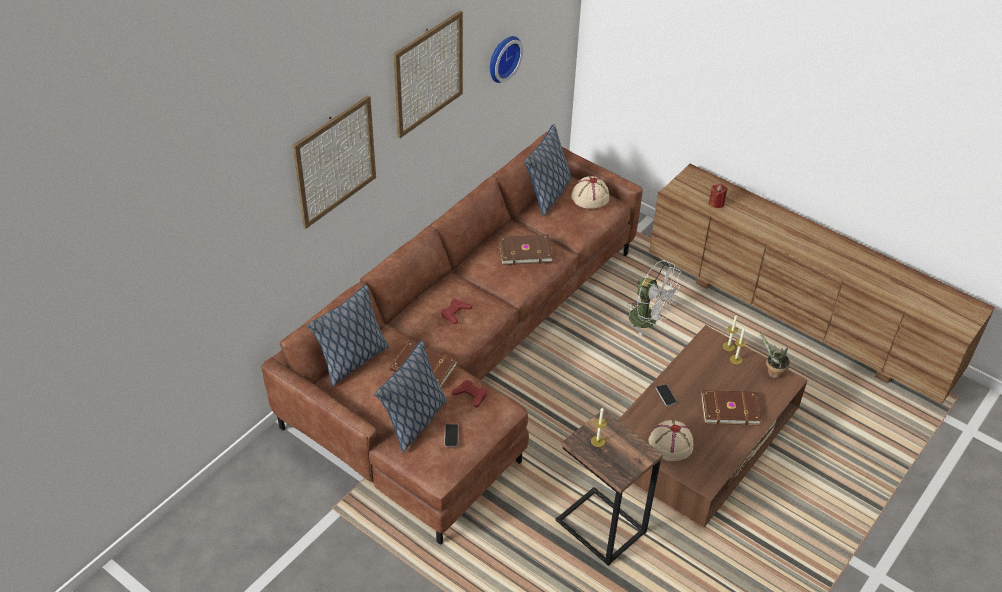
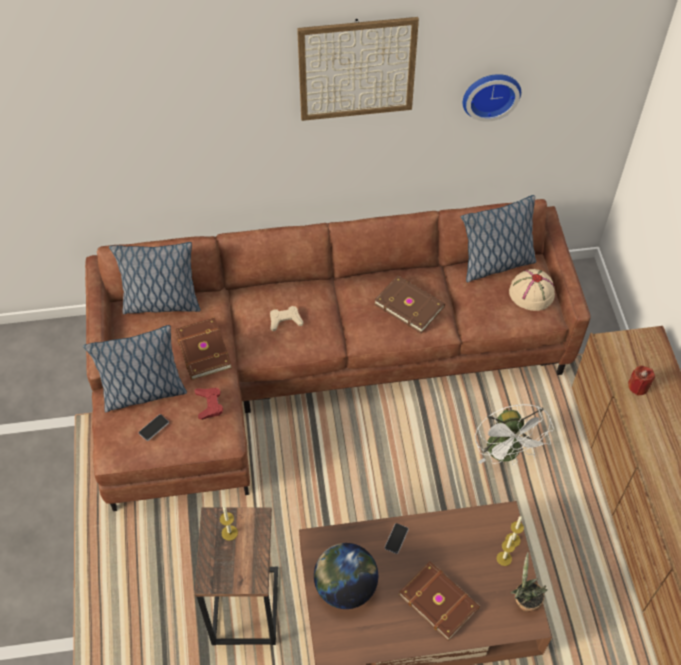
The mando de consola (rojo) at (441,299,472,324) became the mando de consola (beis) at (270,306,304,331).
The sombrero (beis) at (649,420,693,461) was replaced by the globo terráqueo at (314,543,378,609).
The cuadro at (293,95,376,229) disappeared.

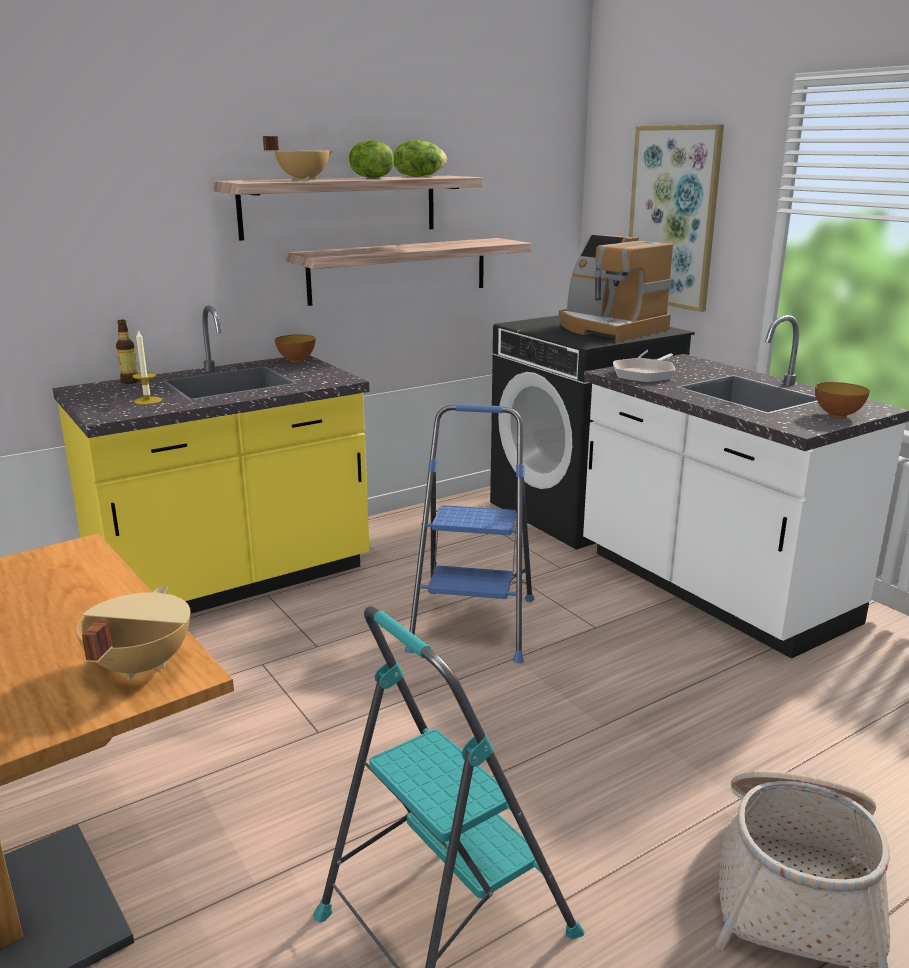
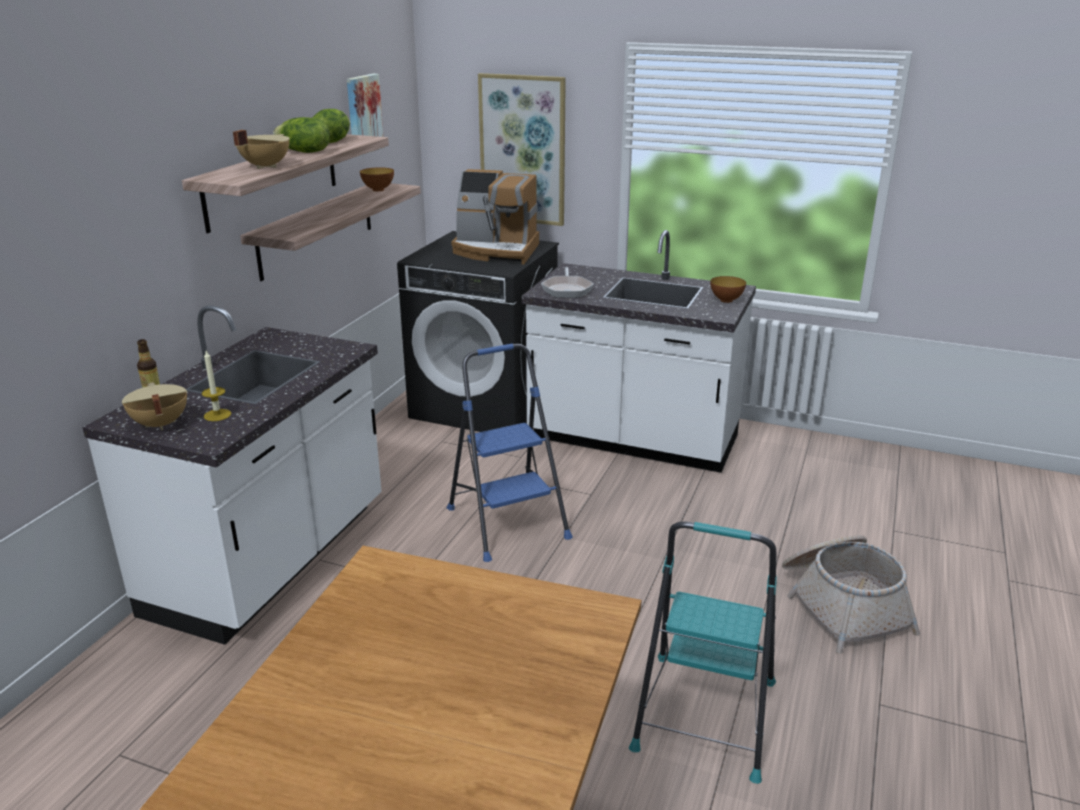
The mueble bajo de cocina (amarillo) at (52,305,369,614) became the mueble bajo de cocina (blanco) at (82,305,382,645).
The olla (beis) moved from (76,586,190,680) to (122,382,187,430).
The cuadro at (347,74,384,156) appeared.
The cuenco moved from (275,335,316,363) to (360,167,394,192).

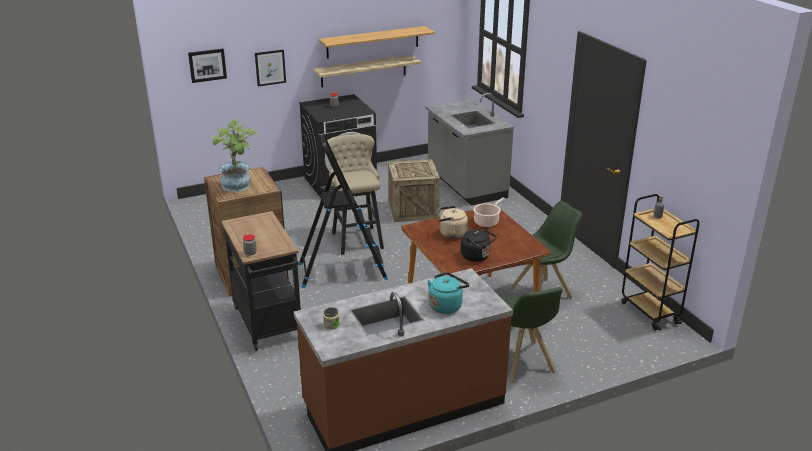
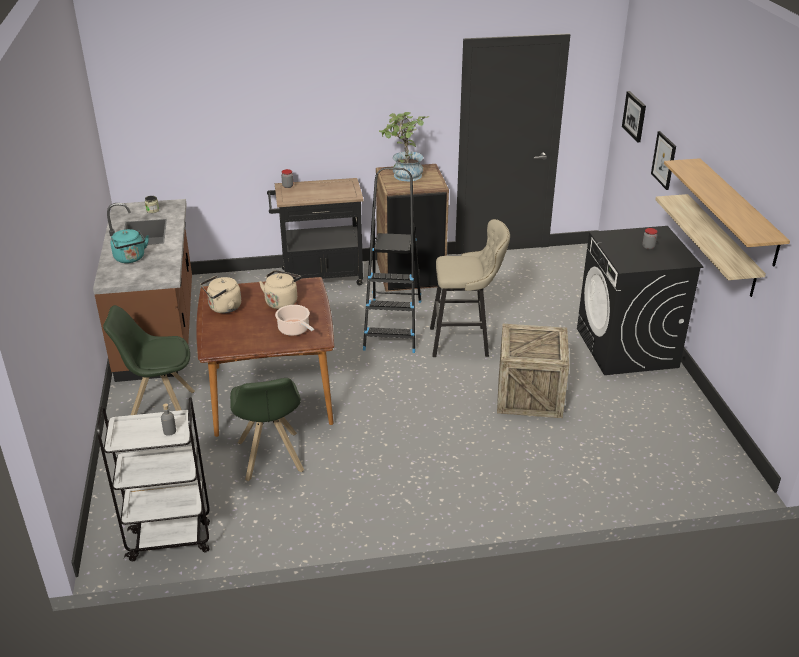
The carrito (marrón) at (621,194,700,331) became the carrito (blanco) at (97,397,210,561).
The hervidor (negro) at (461,229,497,262) became the hervidor (beis) at (200,275,241,313).
The mueble bajo de cocina (gris) at (425,93,514,206) disappeared.

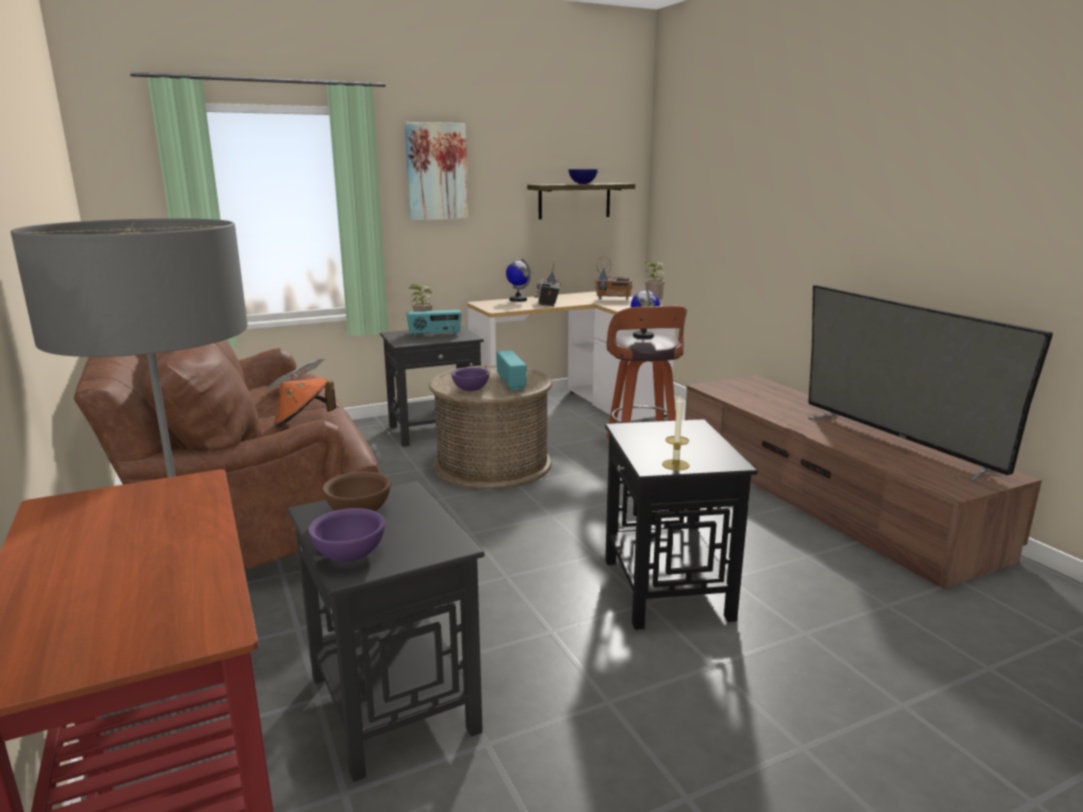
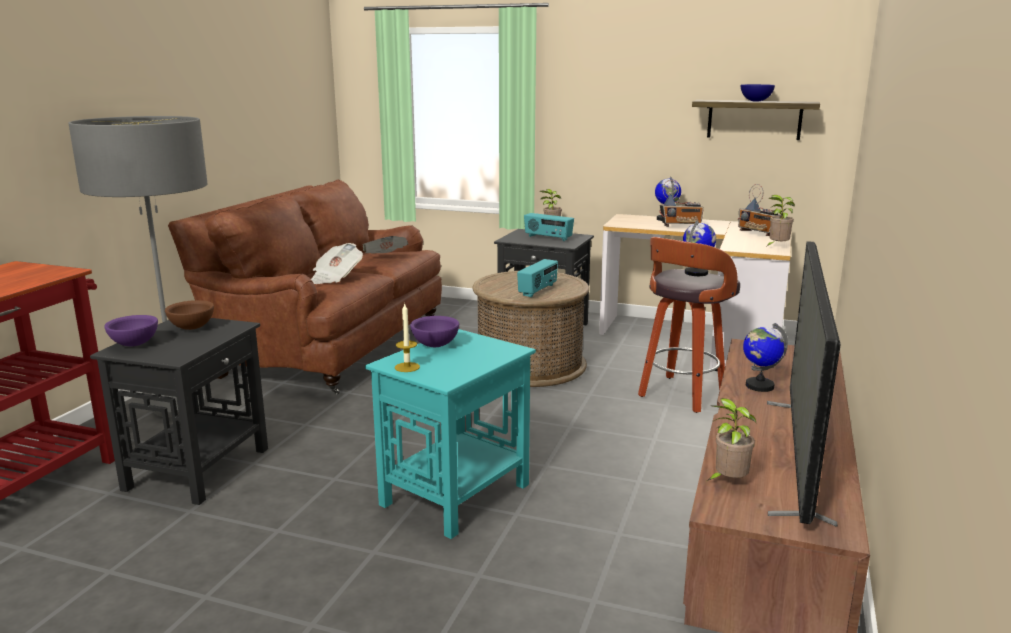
The sombrero (naranja) at (274,378,336,428) was replaced by the periódico at (311,243,363,284).
The mesa auxiliar (negro) at (605,419,758,630) became the mesa auxiliar (turquesa) at (365,329,536,539).
The cuenco (morado) moved from (451,367,490,391) to (410,316,459,347).
The radio at (534,259,561,306) turned 135 degrees counterclockwise.
The planta en maceta at (707,398,757,481) appeared.
The globo terráqueo at (743,323,788,392) appeared.
The cuadro at (404,122,468,221) disappeared.

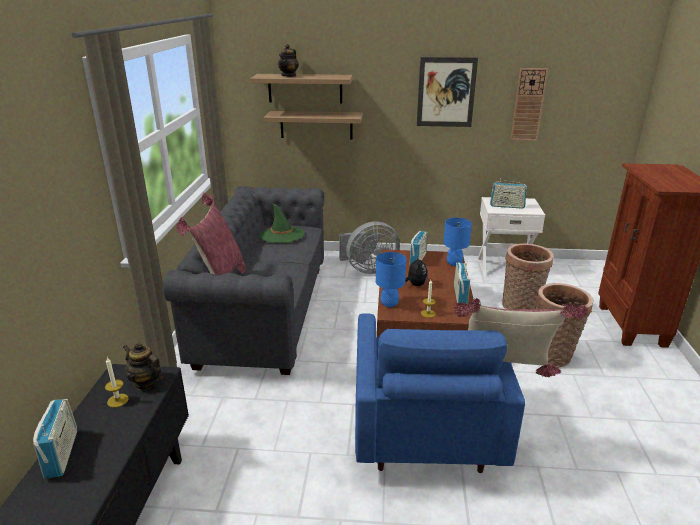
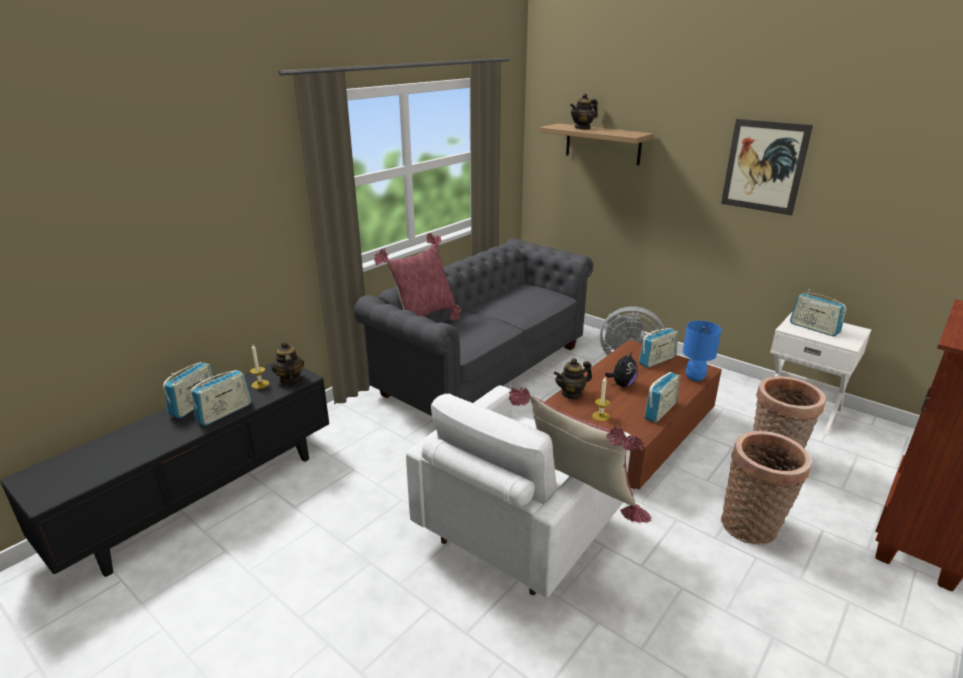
The radio at (191,370,252,426) appeared.
The sillón (azul) at (355,313,525,473) became the sillón (blanco) at (406,385,631,598).
The lámpara de mesa (azul) at (376,252,406,307) was replaced by the tetera at (554,358,592,399).
The sombrero (verde) at (259,203,305,243) disappeared.
The estante at (263,111,363,139) disappeared.
The reloj de pared at (511,68,548,141) disappeared.

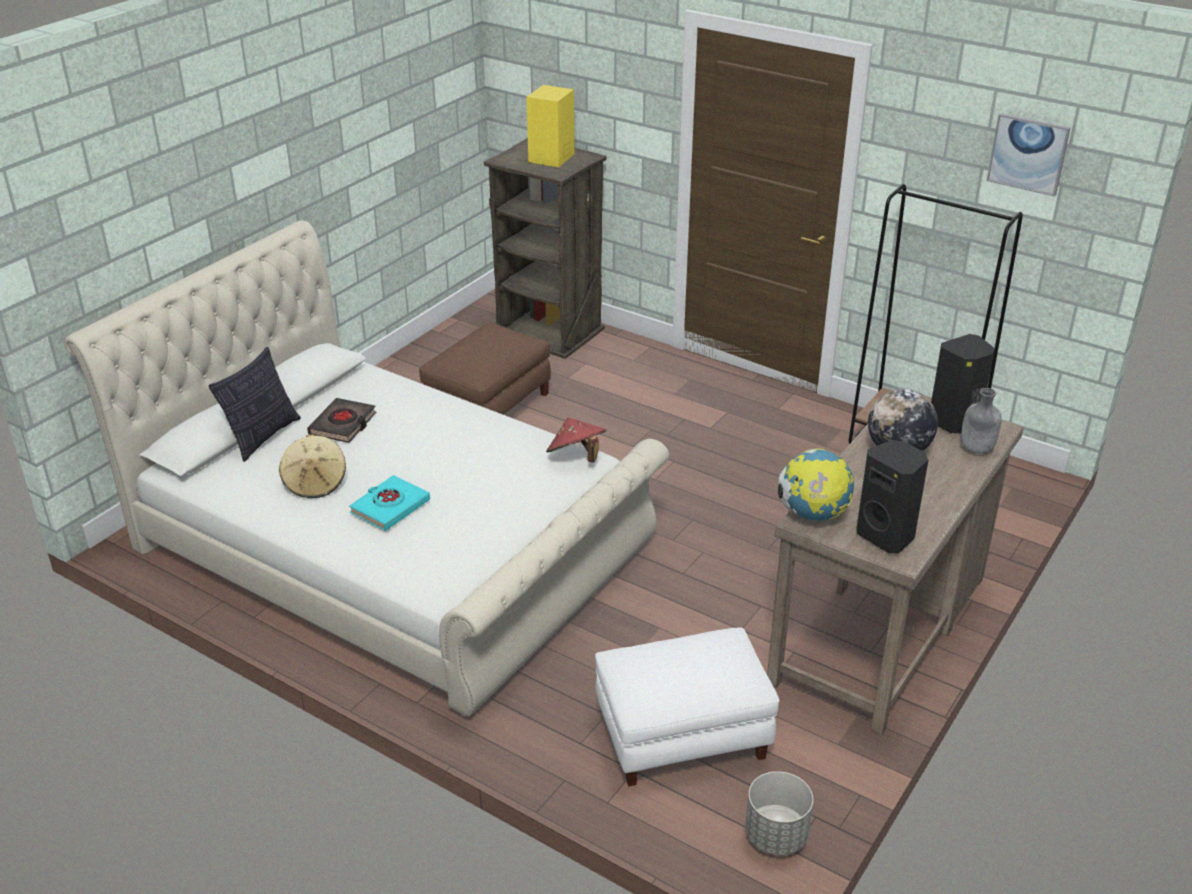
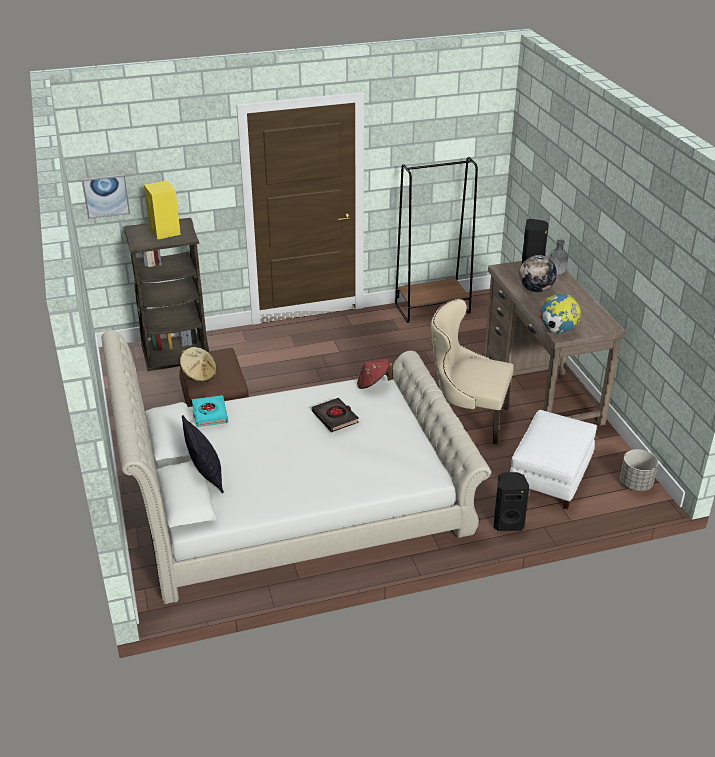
The cuadro moved from (987,113,1071,197) to (82,174,130,219).
The sombrero (beis) moved from (279,434,346,498) to (180,347,217,382).
The libro (turquesa) moved from (349,475,430,531) to (192,395,228,427).
The libro (negro) moved from (307,398,376,443) to (312,398,359,432).
The silla (beis) at (431,299,514,445) appeared.
The altavoz (negro) moved from (857,440,928,553) to (494,472,529,531).

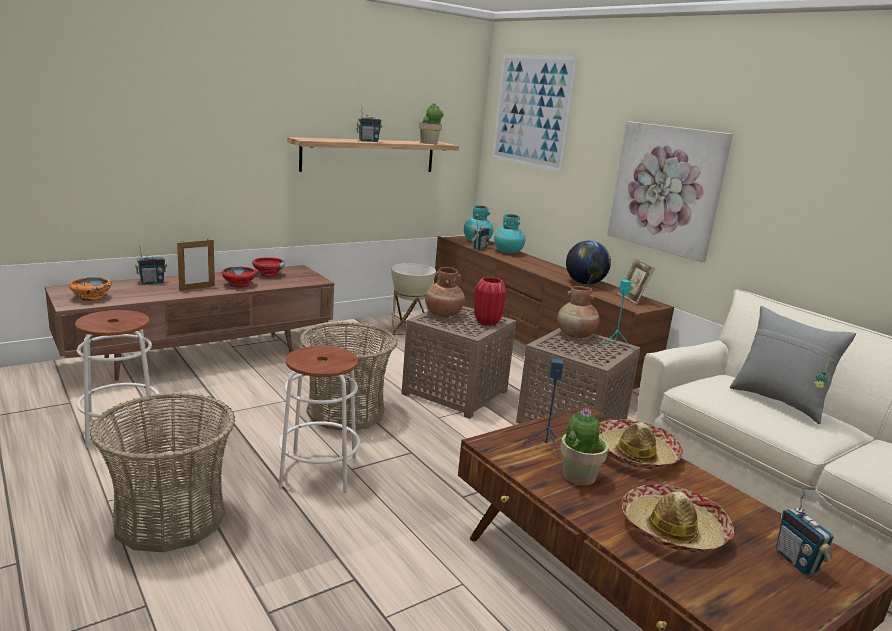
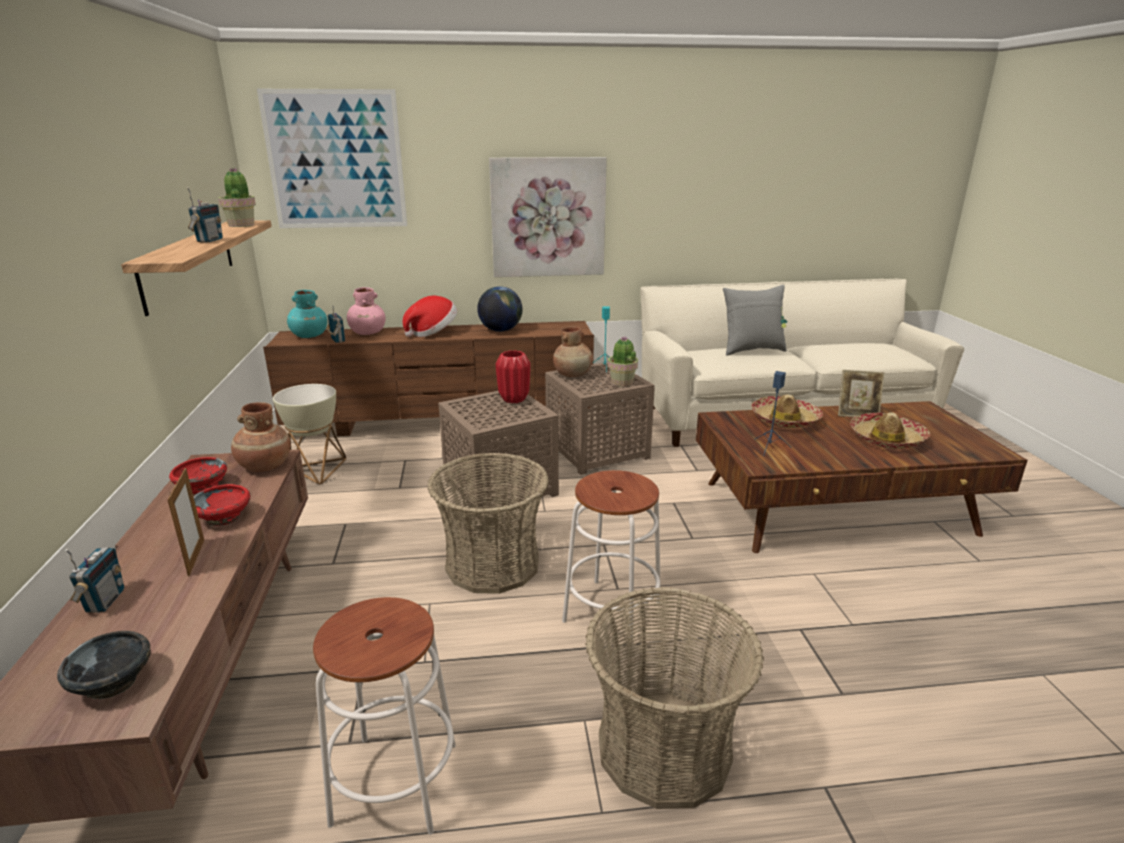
The cuenco (naranja) at (69,277,111,301) became the cuenco (negro) at (57,631,151,699).
The florero (marrón) moved from (425,267,465,317) to (231,402,290,472).
The florero (turquesa) at (494,214,525,253) became the florero (rosa) at (347,287,386,335).
The sombrero at (403,296,457,337) appeared.
The planta en maceta moved from (560,408,609,486) to (608,336,638,387).
The portarretratos moved from (618,258,655,304) to (838,370,885,417).
The radio at (776,487,834,574) disappeared.

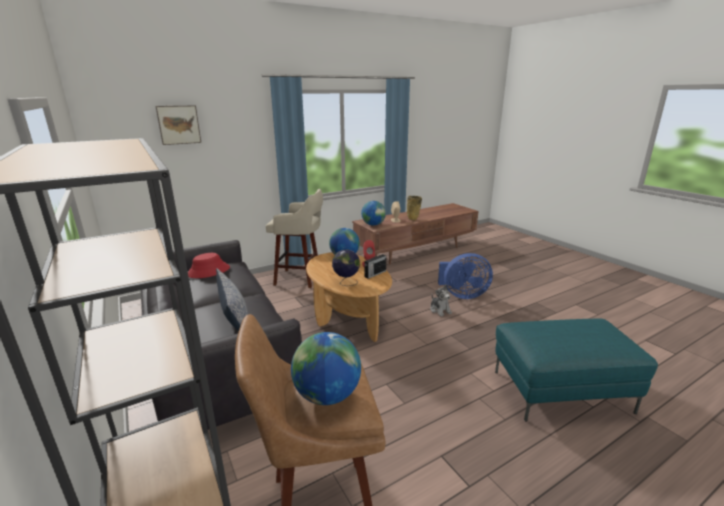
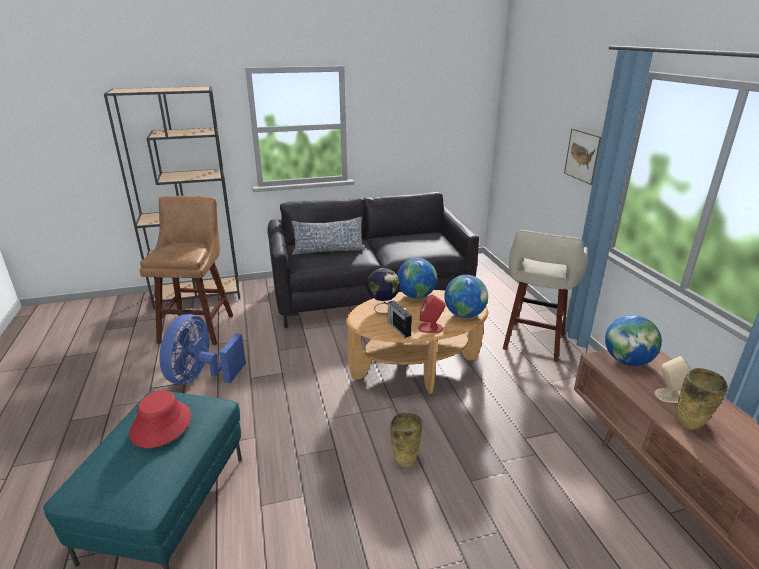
The sombrero (rojo) moved from (188,253,230,278) to (129,390,191,448).
The ventilador (azul) moved from (438,253,493,299) to (159,314,246,385).
The peluche at (430,284,452,317) was replaced by the florero (beis) at (390,412,422,468).
The globo terráqueo moved from (291,332,361,405) to (397,258,437,298).
The cuadro moved from (155,105,201,145) to (564,128,602,185).

